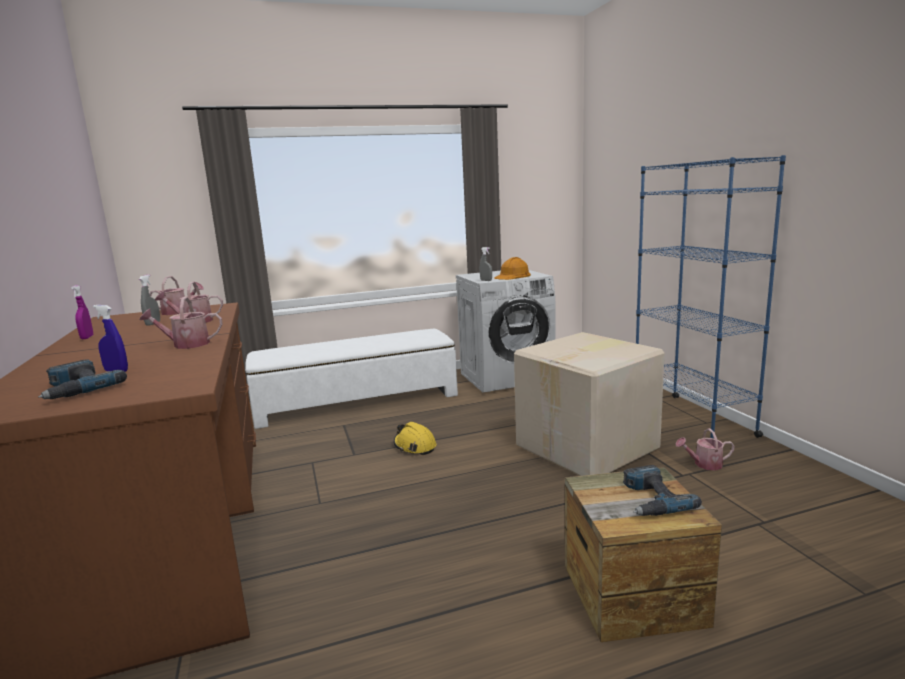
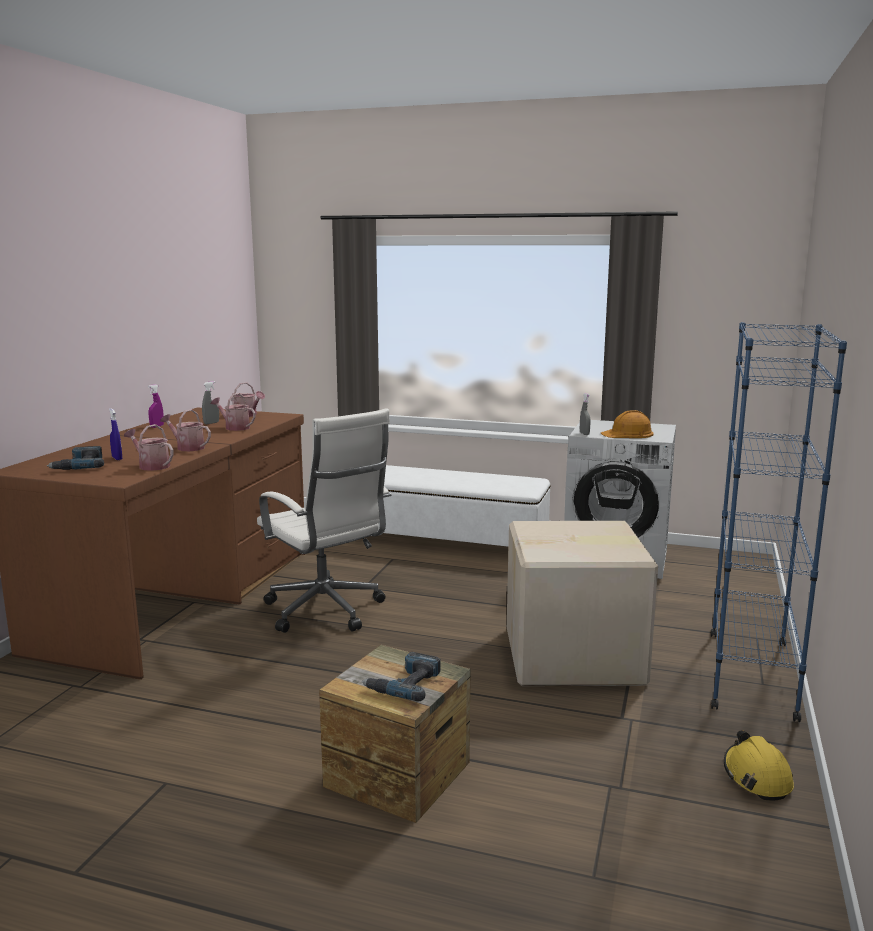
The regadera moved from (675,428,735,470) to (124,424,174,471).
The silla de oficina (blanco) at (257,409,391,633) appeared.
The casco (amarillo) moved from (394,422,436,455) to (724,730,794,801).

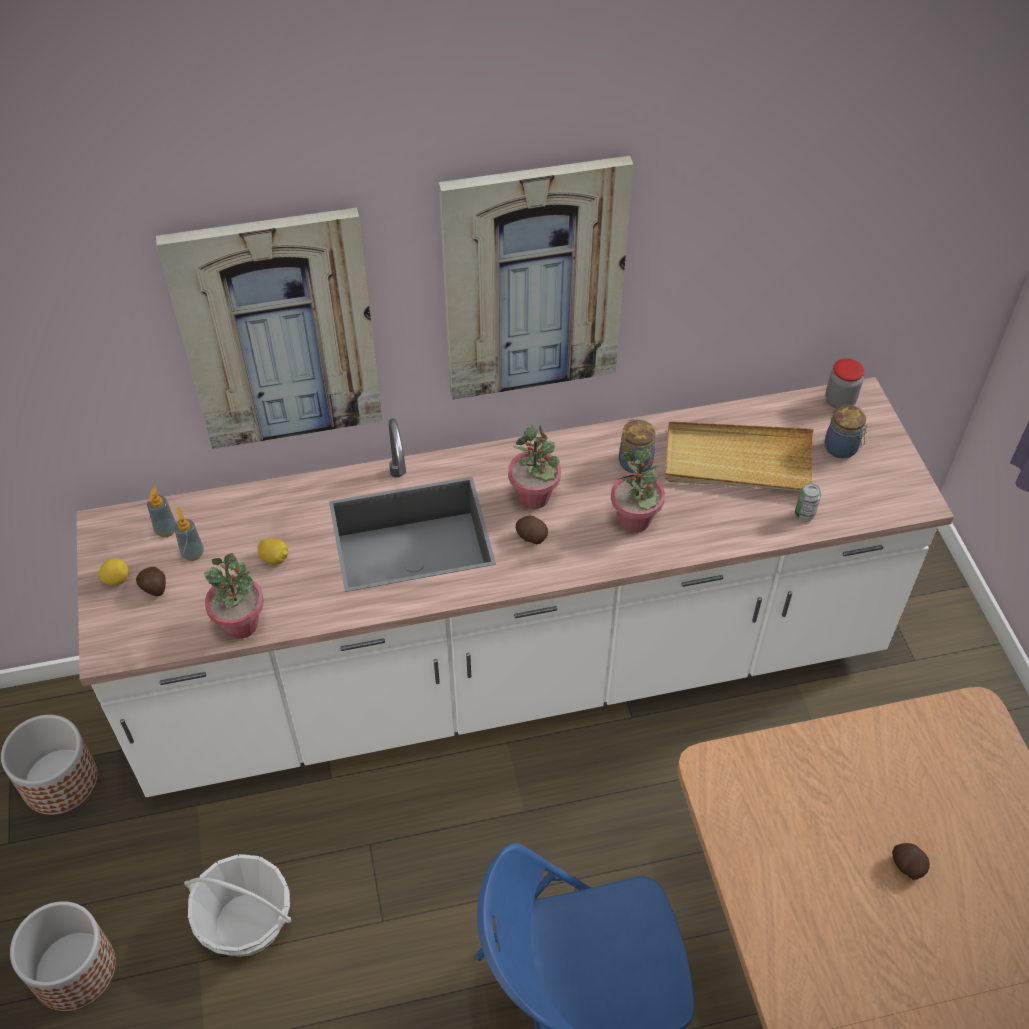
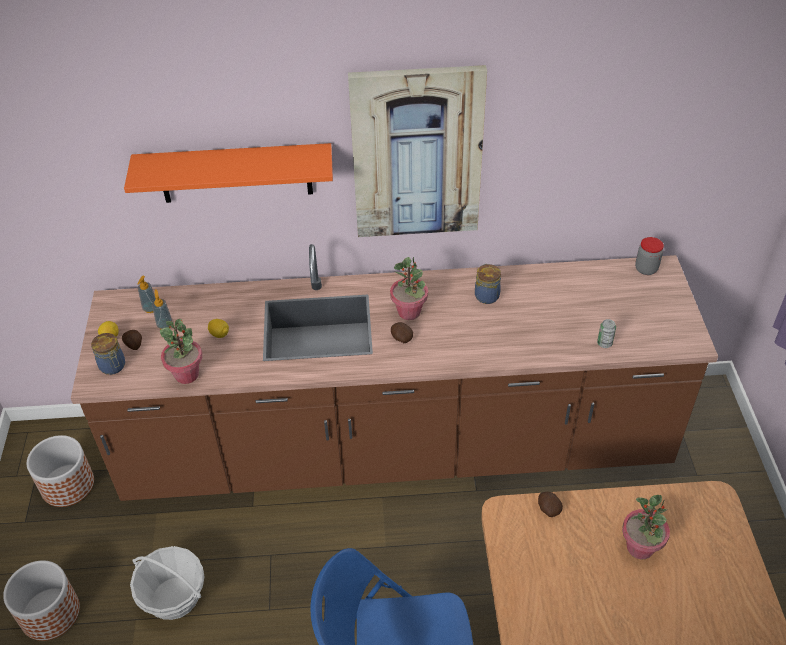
The mueble bajo de cocina (blanco) at (76,377,954,797) became the mueble bajo de cocina (marrón) at (71,244,718,501).
The tarro moved from (824,405,868,458) to (91,333,125,375).
The cuadro at (156,207,383,449) was replaced by the estante (naranja) at (124,143,333,203).
The patata moved from (892,843,930,880) to (538,492,563,517).
The planta en maceta moved from (611,449,665,532) to (622,495,670,559).
The bandeja (beis) at (665,421,814,491) disappeared.

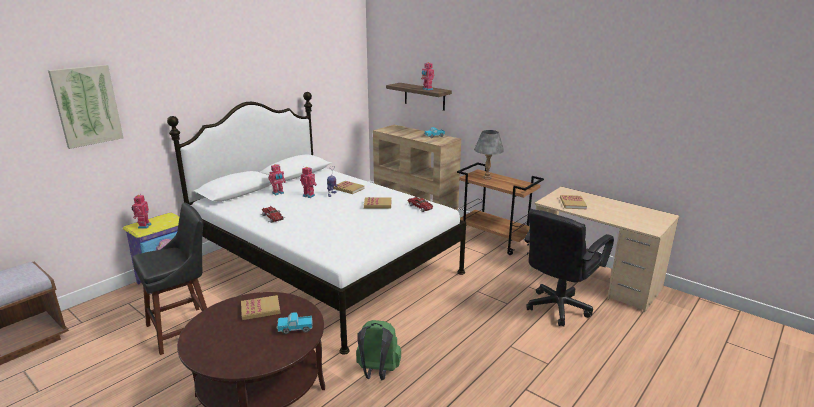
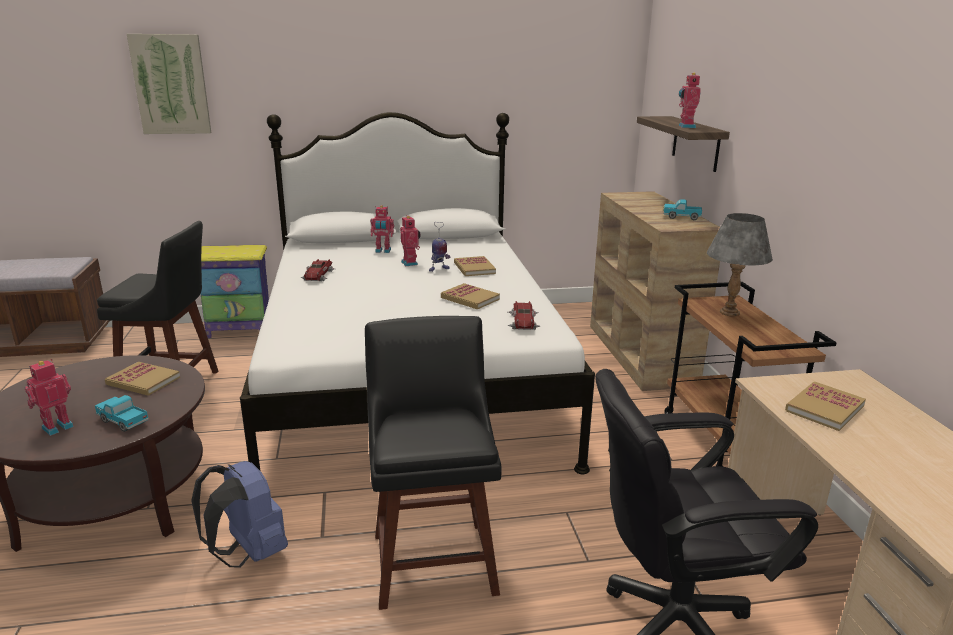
The robot de juguete moved from (132,194,151,229) to (25,359,74,436).
The mochila (verde) at (356,320,401,381) became the mochila (azul) at (192,461,288,567).
The silla (negro) at (365,316,502,610) appeared.

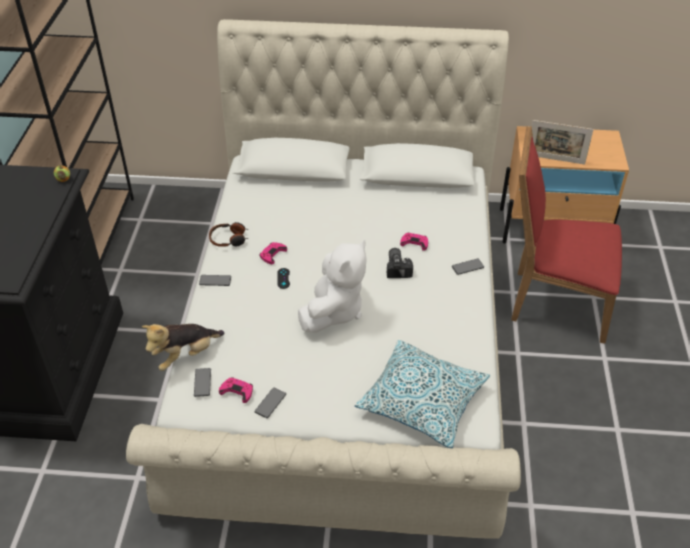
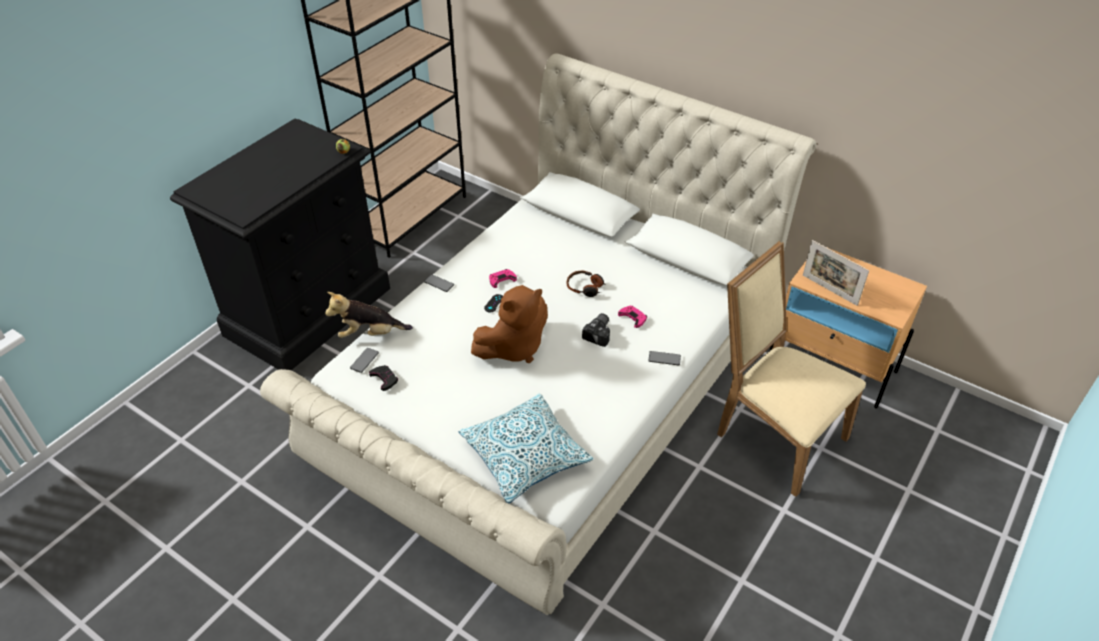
The mando de consola (rosa) at (219,377,253,403) became the mando de consola (negro) at (369,365,398,391).
The peluche (blanco) at (298,240,367,332) became the peluche (marrón) at (471,285,548,363).
The auriculares moved from (209,222,248,247) to (567,271,606,297).
The silla (rojo) at (511,126,622,344) became the silla (beis) at (717,241,866,497).
The móvil at (255,388,286,418) disappeared.

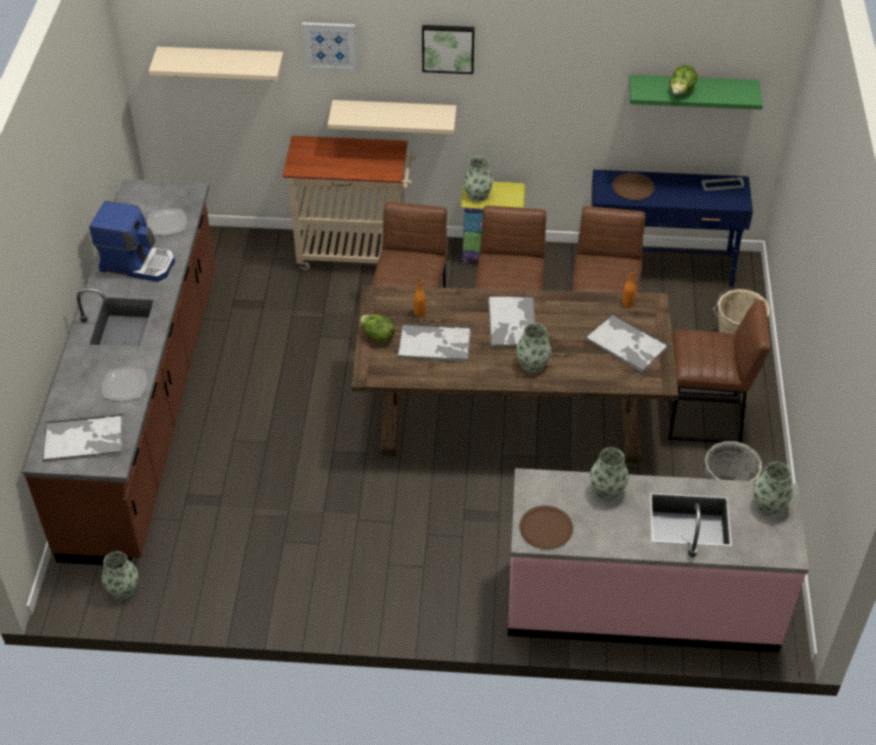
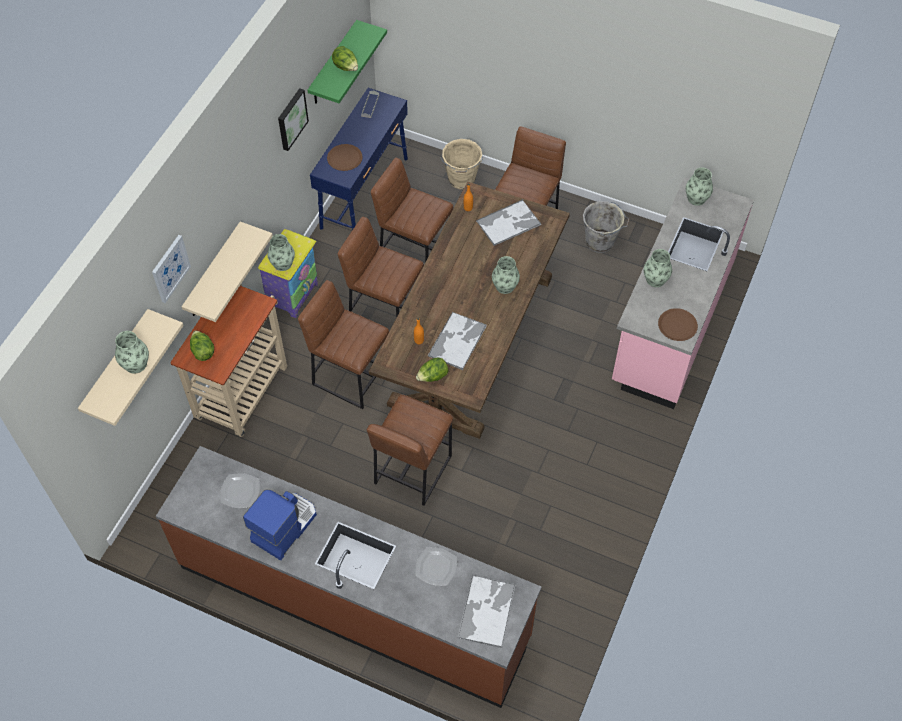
The florero moved from (102,551,138,599) to (115,331,149,374).
The lechuga at (190,330,214,361) appeared.
The cuadro moved from (422,25,475,74) to (278,88,309,151).
The silla (marrón) at (366,395,453,506) appeared.
The bandeja at (488,296,535,347) disappeared.

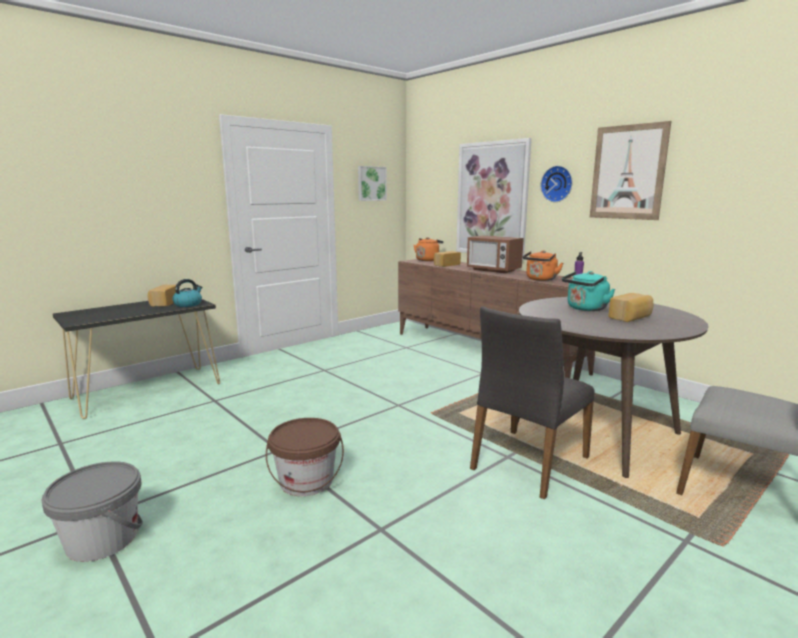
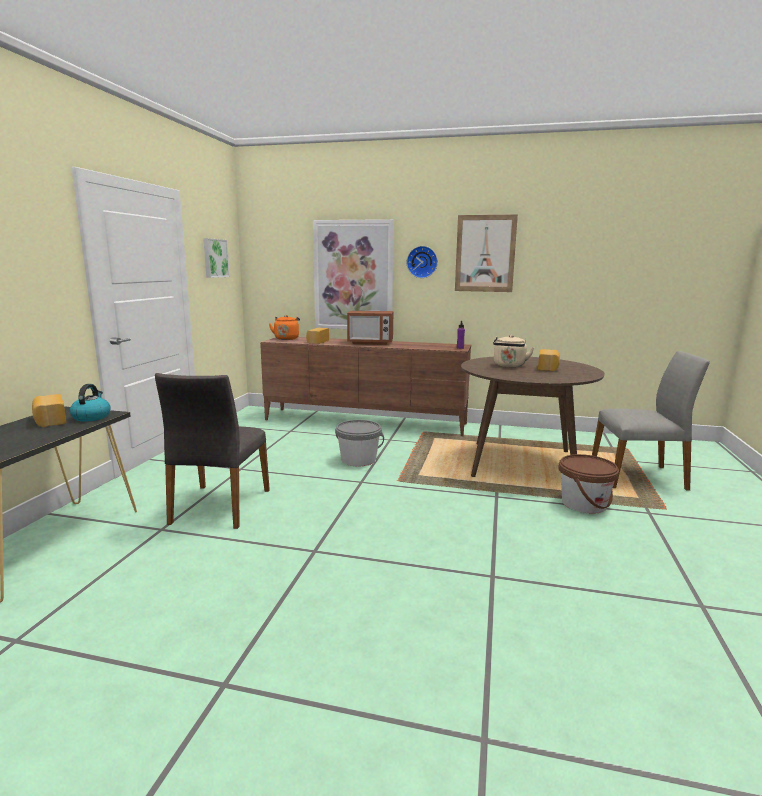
The silla (gris) moved from (470,306,595,500) to (155,373,270,529).
The cubo (gris) moved from (41,461,143,562) to (335,420,384,466).
The hervidor (turquesa) at (562,271,615,311) became the hervidor (beis) at (493,335,534,367).
The cubo (marrón) moved from (266,418,344,496) to (558,454,619,514).
The hervidor (naranja) at (523,250,563,281) disappeared.

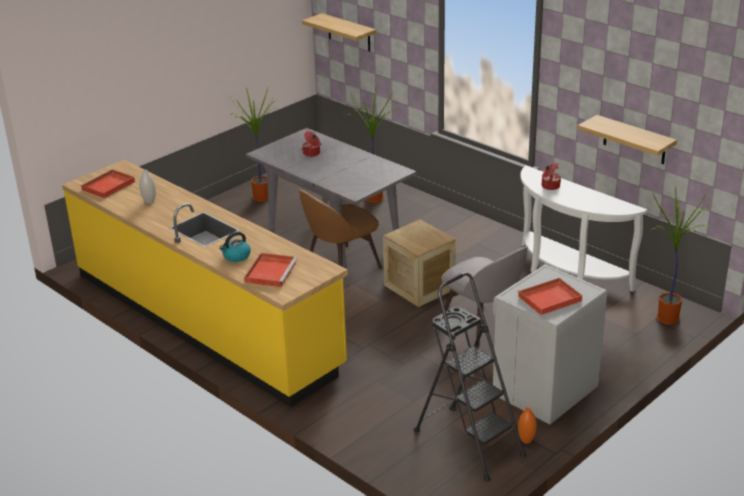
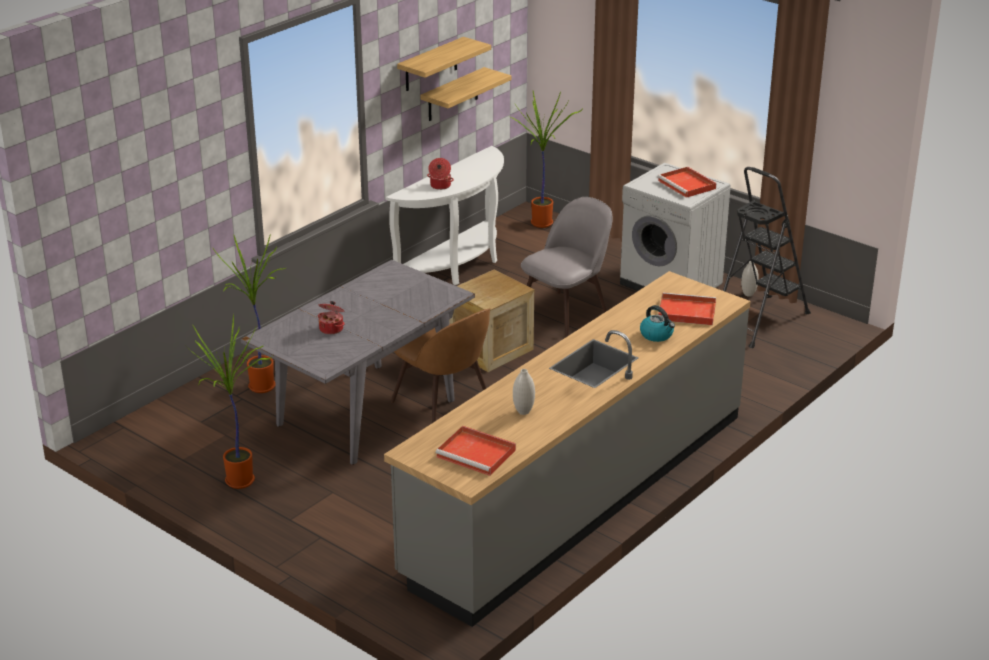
The mueble bajo de cocina (amarillo) at (62,160,348,407) became the mueble bajo de cocina (gris) at (384,271,751,627).
The estante moved from (302,13,376,51) to (397,37,491,91).
The florero (naranja) at (518,407,537,444) became the florero (blanco) at (741,261,759,297).

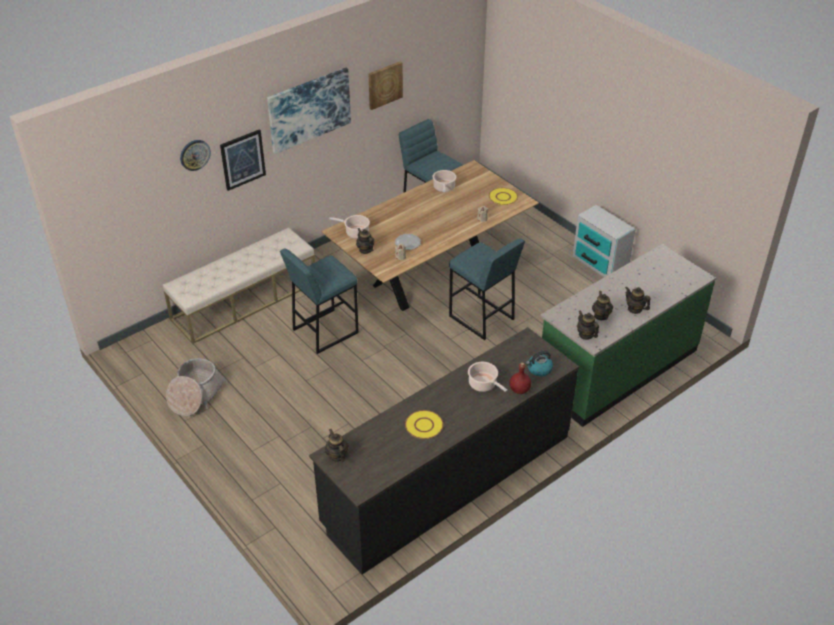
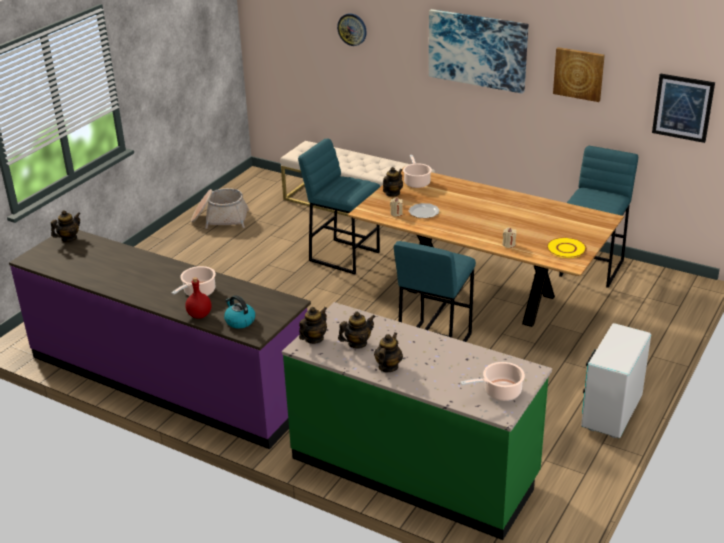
The mueble bajo de cocina (negro) at (309,327,579,575) became the mueble bajo de cocina (morado) at (9,230,311,449).
The olla moved from (432,170,456,192) to (460,362,525,401).
The cuadro moved from (220,129,266,191) to (652,74,715,143).
The plato (amarillo) at (405,410,443,439) disappeared.

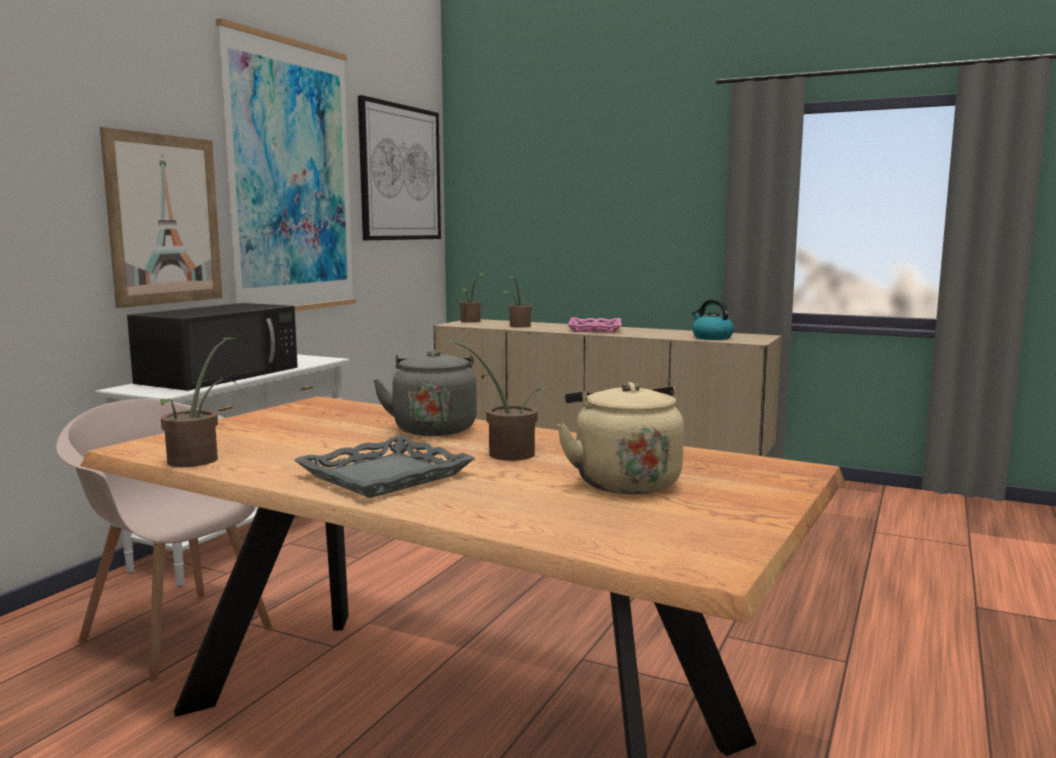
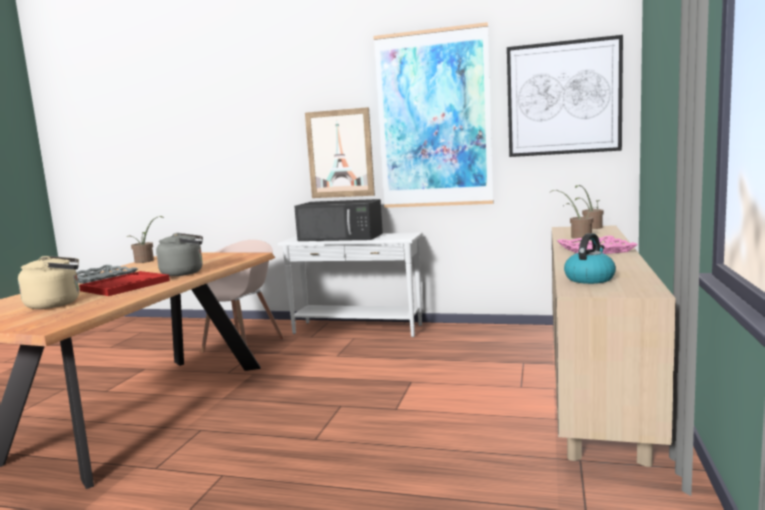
The planta en maceta at (440,341,548,461) was replaced by the bandeja (rojo) at (79,271,170,296).

